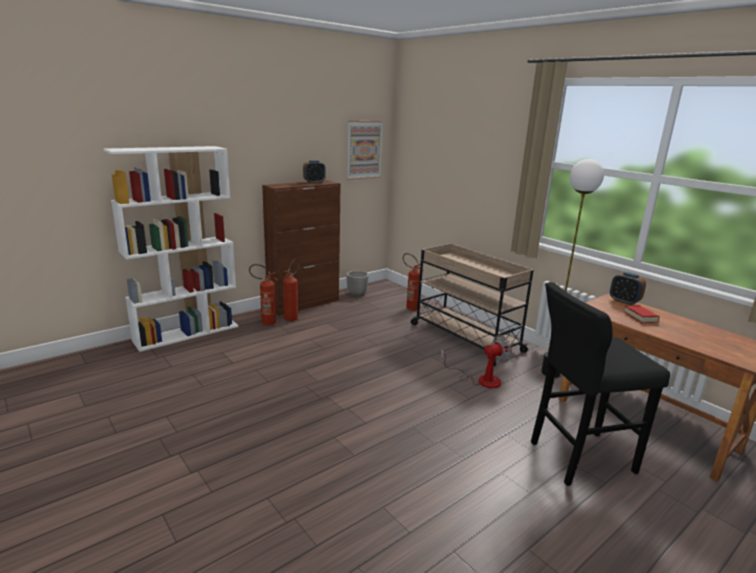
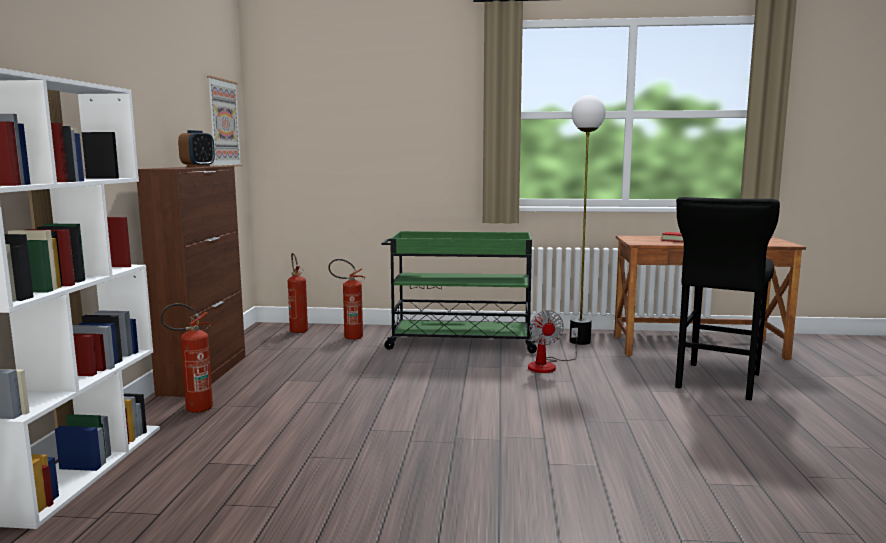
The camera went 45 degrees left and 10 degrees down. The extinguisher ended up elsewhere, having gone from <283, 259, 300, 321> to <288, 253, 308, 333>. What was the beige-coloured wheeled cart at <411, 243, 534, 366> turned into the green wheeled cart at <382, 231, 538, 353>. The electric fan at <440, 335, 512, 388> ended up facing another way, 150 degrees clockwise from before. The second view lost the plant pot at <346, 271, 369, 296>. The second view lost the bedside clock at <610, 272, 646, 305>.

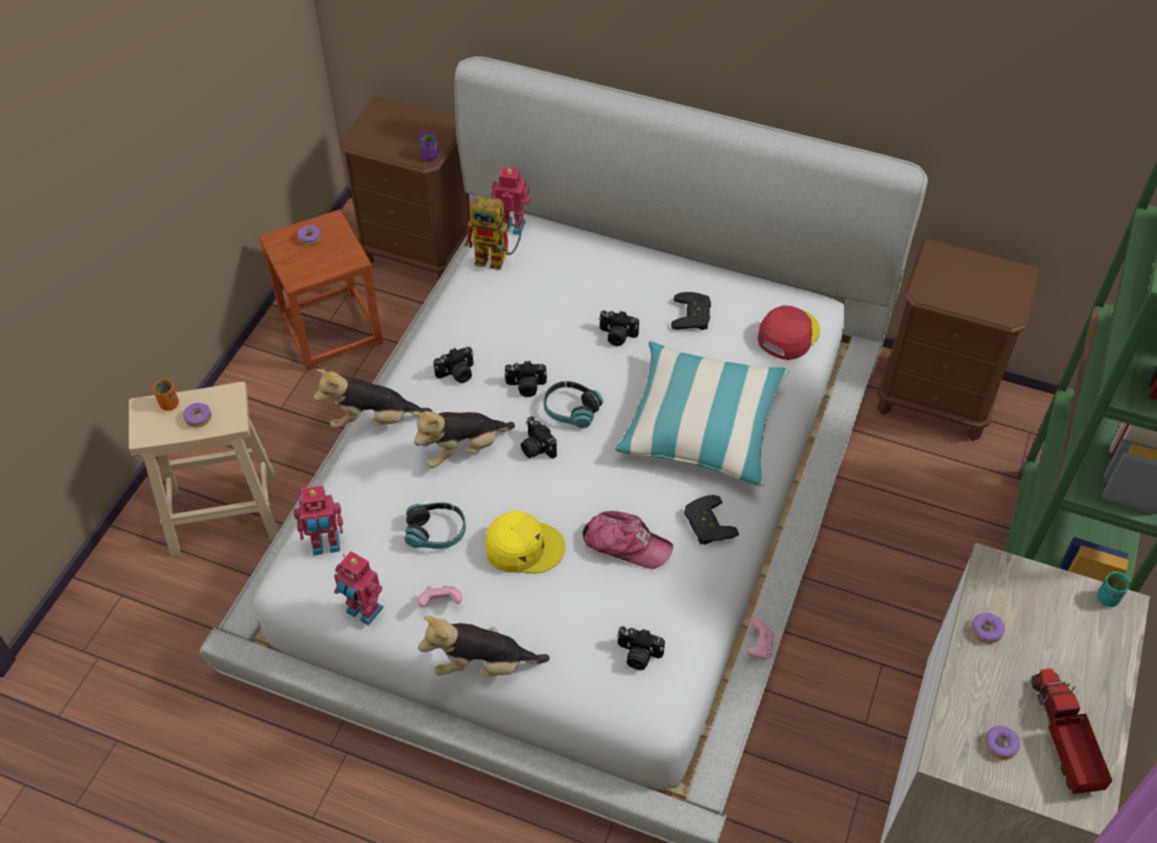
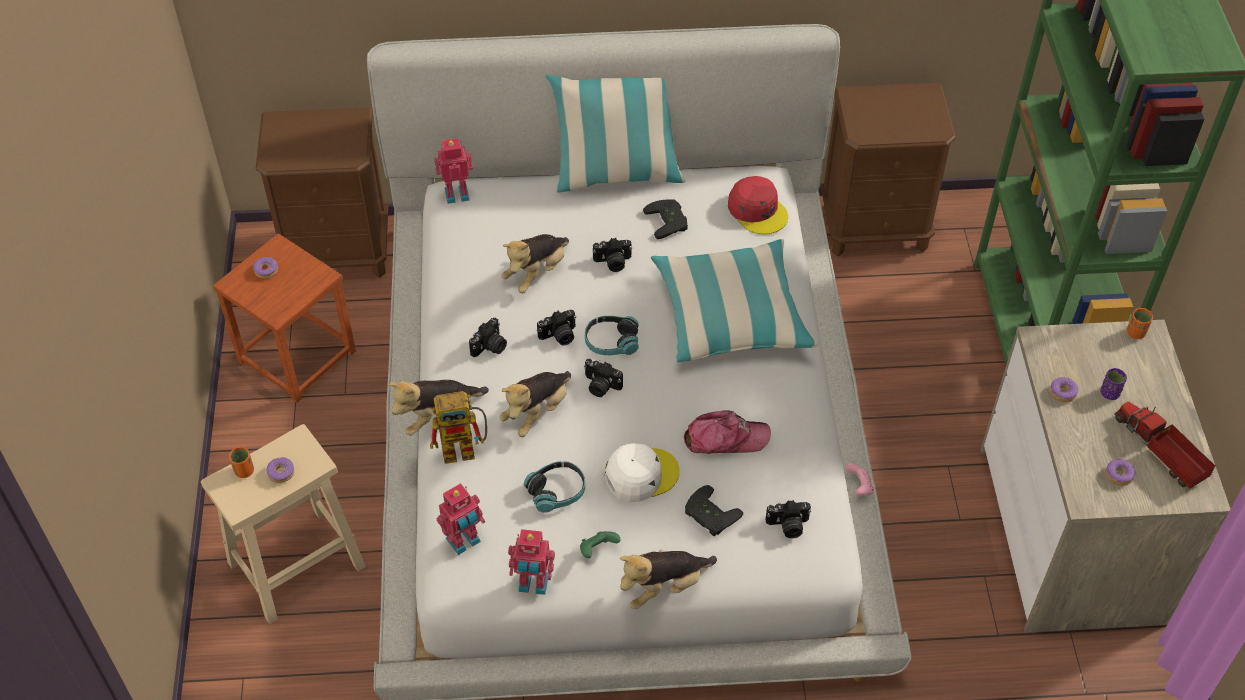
The camera went 25 degrees left and 0 degrees up. The toy robot ended up elsewhere, having gone from <465, 195, 521, 270> to <430, 391, 487, 464>. The second view gained the cuddly toy at <501, 234, 569, 294>. The second view gained the throw pillow at <545, 74, 685, 193>. What was the pinkish gamepad at <418, 585, 462, 607> turned into the green gamepad at <580, 531, 620, 558>. What was the yellowish cap at <486, 511, 565, 574> turned into the white cap at <605, 443, 680, 502>. The blackish gamepad ended up elsewhere, having gone from <684, 495, 739, 545> to <685, 485, 743, 536>. The red-coloured cap at <758, 305, 820, 360> ended up facing another way, 135 degrees clockwise from before. The purplish small cup ended up elsewhere, having gone from <420, 132, 439, 161> to <1100, 368, 1127, 400>. What was the turquoise small cup at <1097, 572, 1130, 607> turned into the orange-coloured small cup at <1127, 308, 1153, 339>.

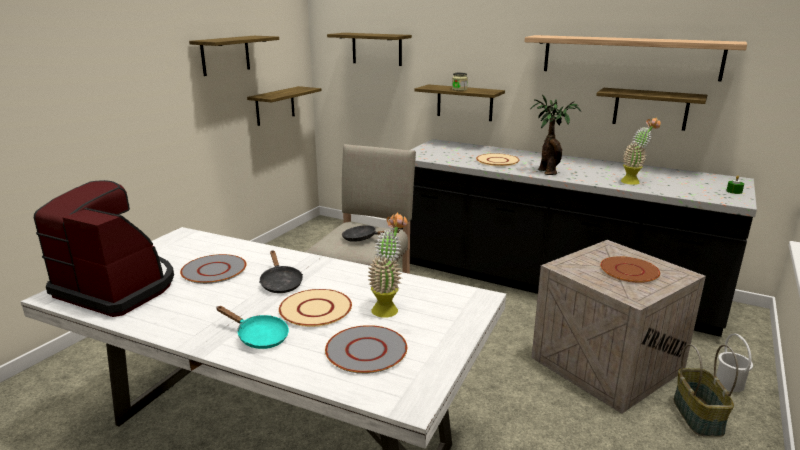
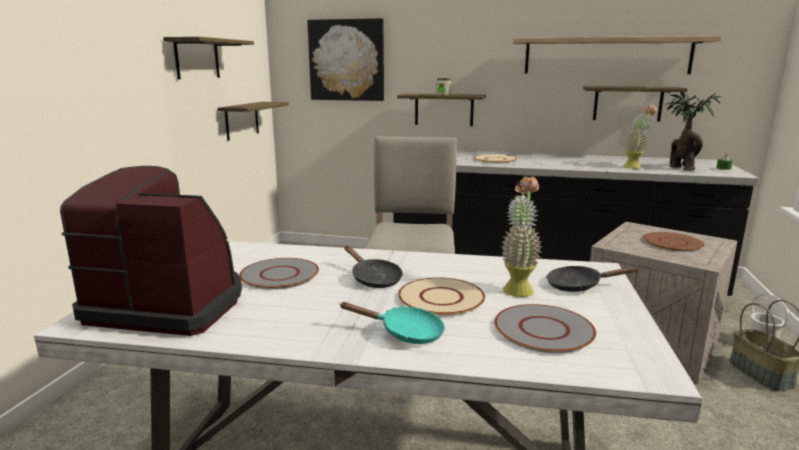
The camera went 15 degrees left and 5 degrees down. Where the bracket shelf hung at <327, 33, 412, 66>, the wall picture came to hang at <307, 18, 384, 101>. The blackish skillet ended up elsewhere, having gone from <342, 225, 399, 242> to <546, 266, 640, 292>. The potted plant ended up elsewhere, having gone from <530, 95, 581, 175> to <665, 89, 721, 170>.

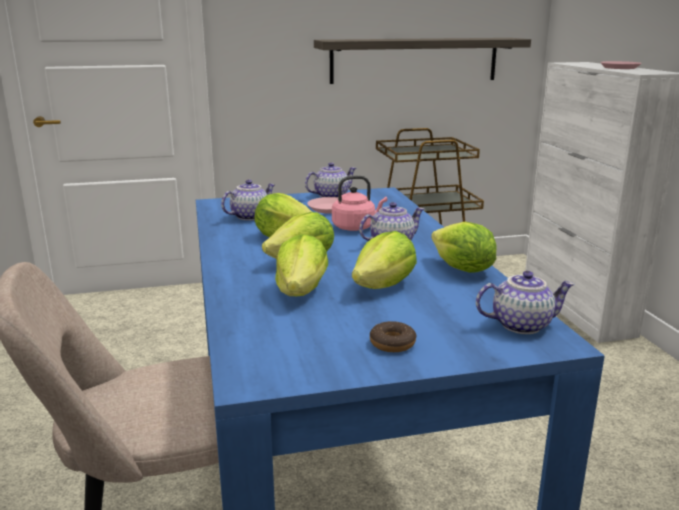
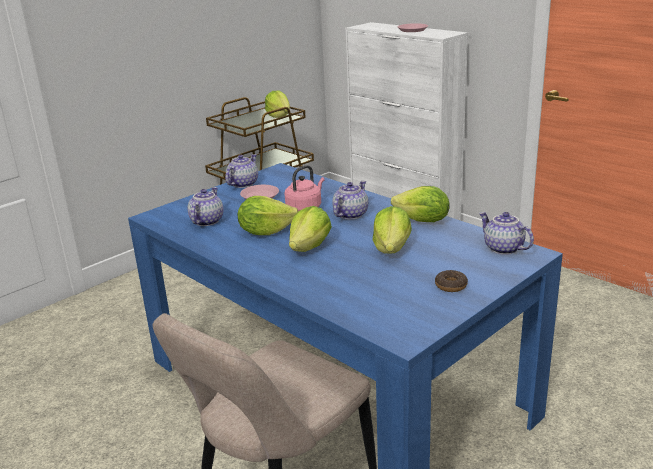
The camera went 30 degrees left and 5 degrees up. The lettuce head ended up elsewhere, having gone from <275, 234, 328, 296> to <265, 91, 290, 118>. The teapot at <476, 271, 575, 334> ended up facing another way, 90 degrees counterclockwise from before. The second view lost the bracket shelf at <314, 38, 531, 84>.

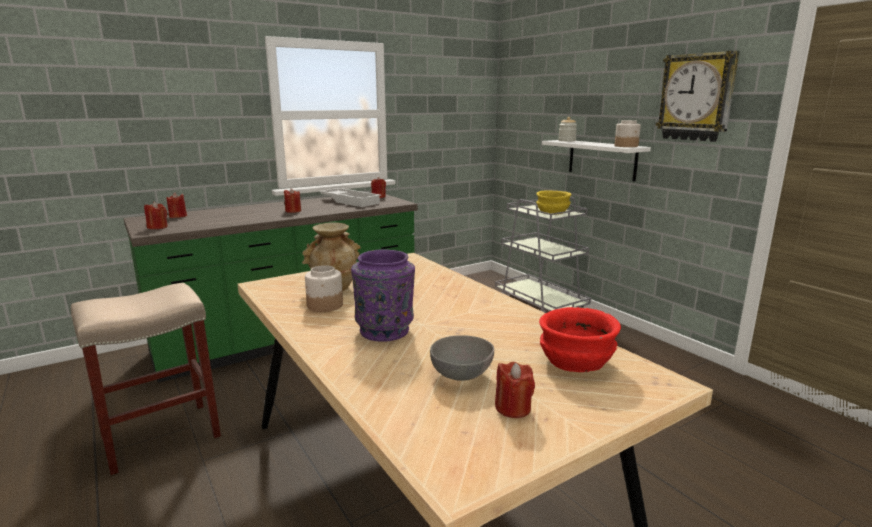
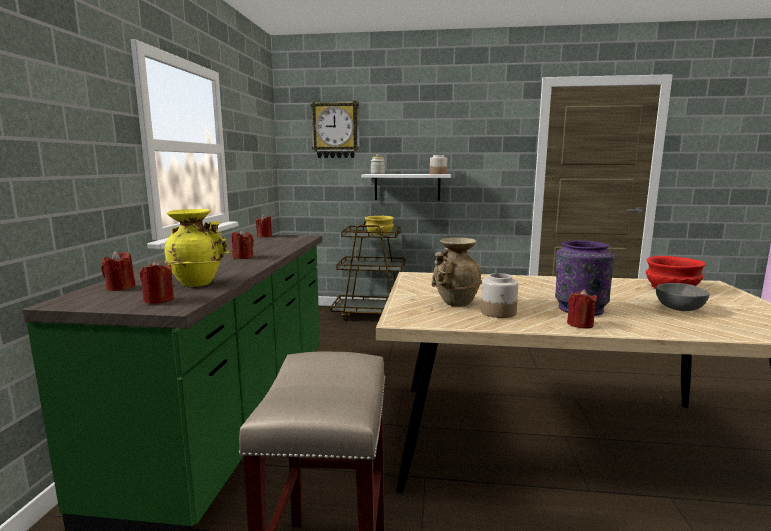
The camera went 50 degrees left and 5 degrees down. The second view gained the yellowish decorative vase at <165, 209, 229, 287>. The hanging clock ended up elsewhere, having gone from <655, 51, 740, 142> to <311, 101, 360, 158>. What was the gray wheeled cart at <495, 197, 591, 313> turned into the brown-coloured wheeled cart at <331, 220, 405, 321>. The red-coloured wax candle ended up elsewhere, having gone from <495, 362, 535, 418> to <567, 289, 597, 329>. The second view lost the white tray at <319, 188, 381, 207>.

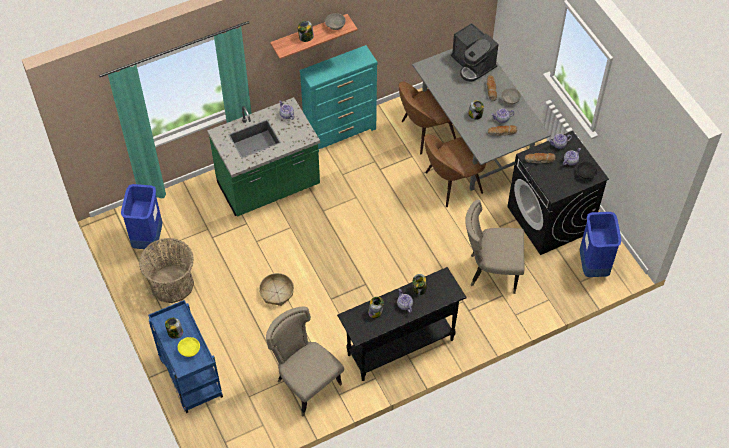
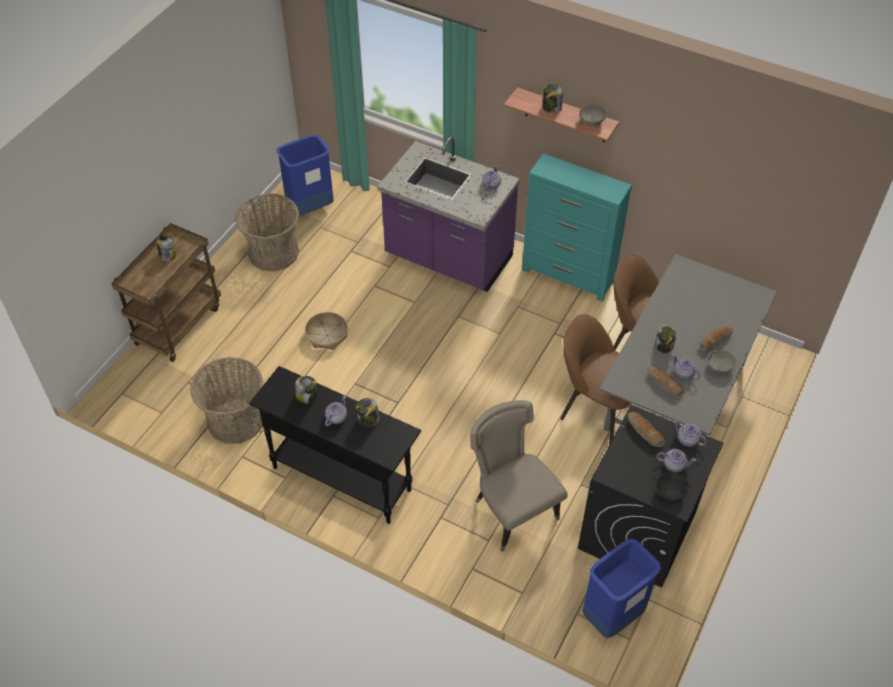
The camera went 55 degrees right and 5 degrees down. What was the blue-coloured wheeled cart at <148, 300, 223, 413> turned into the brown-coloured wheeled cart at <111, 223, 221, 362>. Where the beige-coloured upright chair stood at <266, 307, 344, 417>, the basket came to stand at <190, 357, 263, 444>. What was the green kitchen counter at <207, 97, 320, 217> turned into the purplish kitchen counter at <377, 137, 520, 292>. The second view lost the yellowish bowl at <178, 337, 200, 357>. The second view lost the coffee maker at <451, 23, 498, 82>.

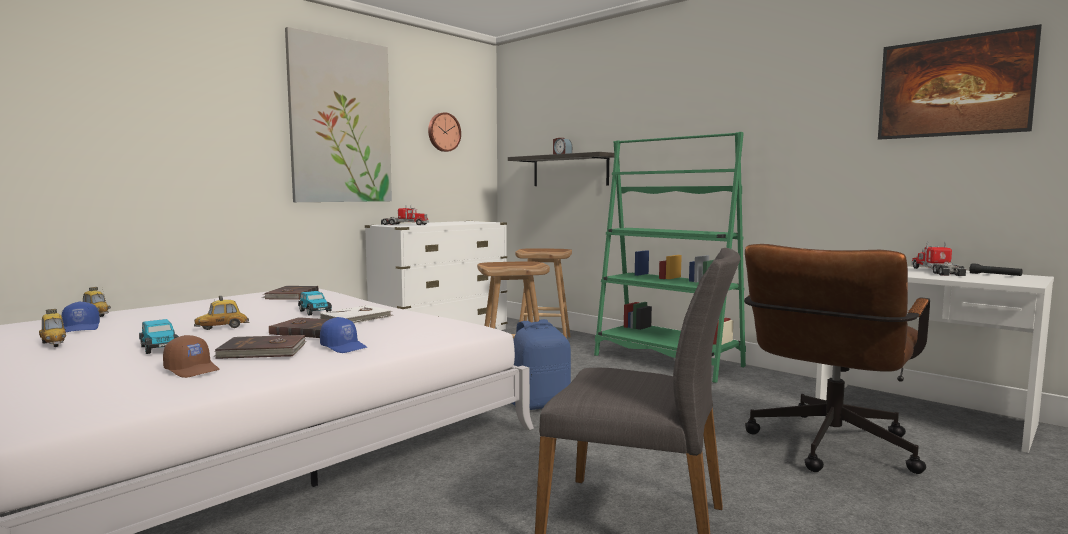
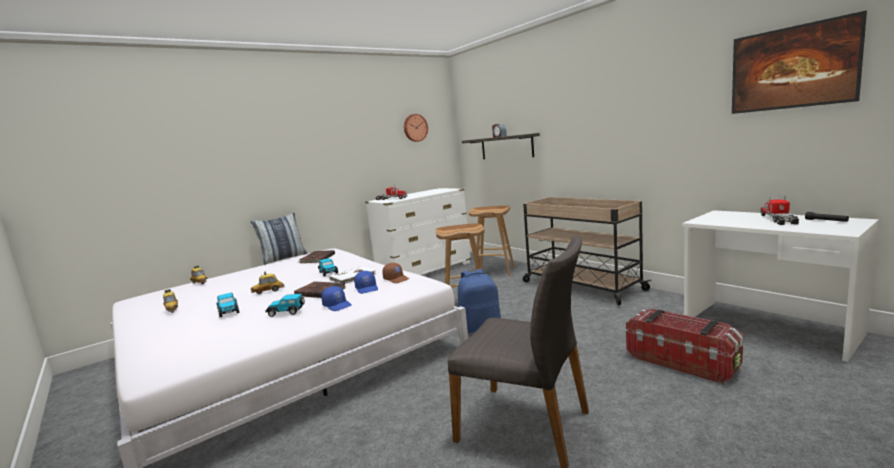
The camera went 10 degrees right and 5 degrees up. The second view gained the throw pillow at <251, 212, 307, 265>. Where the brown-coloured volume stood at <215, 335, 307, 359>, the miniature car came to stand at <265, 294, 305, 317>. The blue-coloured cap ended up elsewhere, having gone from <61, 301, 100, 332> to <354, 271, 378, 294>. The brown-coloured cap ended up elsewhere, having gone from <163, 335, 220, 378> to <383, 263, 409, 283>. Where the green bookcase stood at <594, 132, 746, 383>, the beige-coloured wheeled cart came to stand at <523, 197, 652, 305>. Where the brown-coloured computer chair stood at <744, 244, 930, 474>, the storage bin came to stand at <626, 309, 743, 384>. The second view lost the wall picture at <285, 27, 392, 202>.

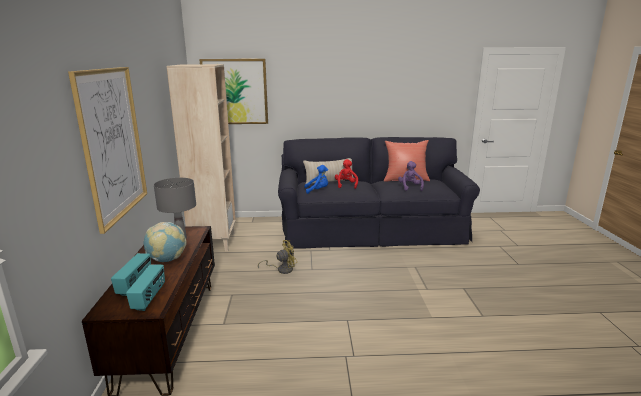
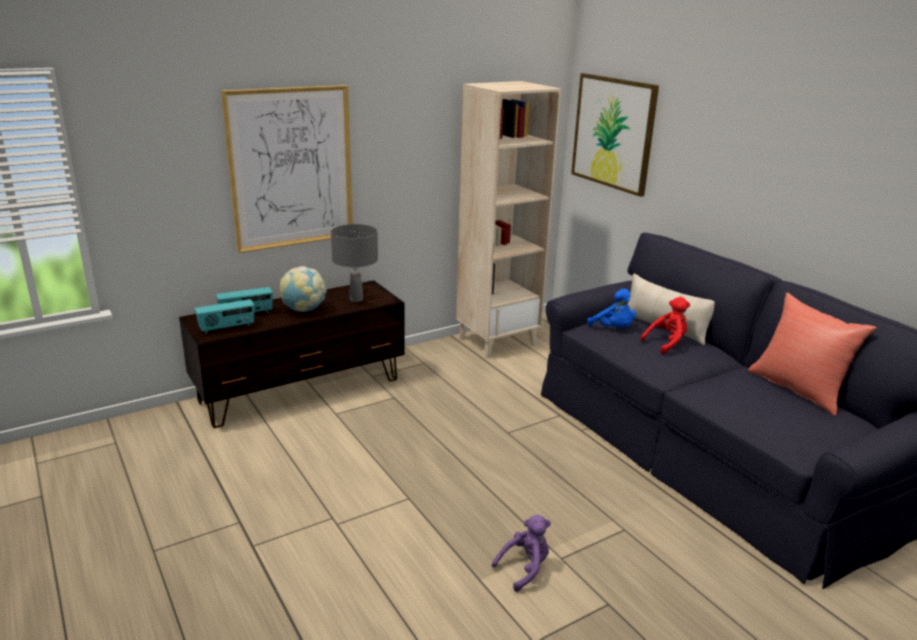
The camera went 60 degrees right and 5 degrees up. The purplish cuddly toy ended up elsewhere, having gone from <398, 161, 424, 191> to <491, 515, 551, 592>. The second view lost the yellowish electric fan at <258, 240, 297, 274>.

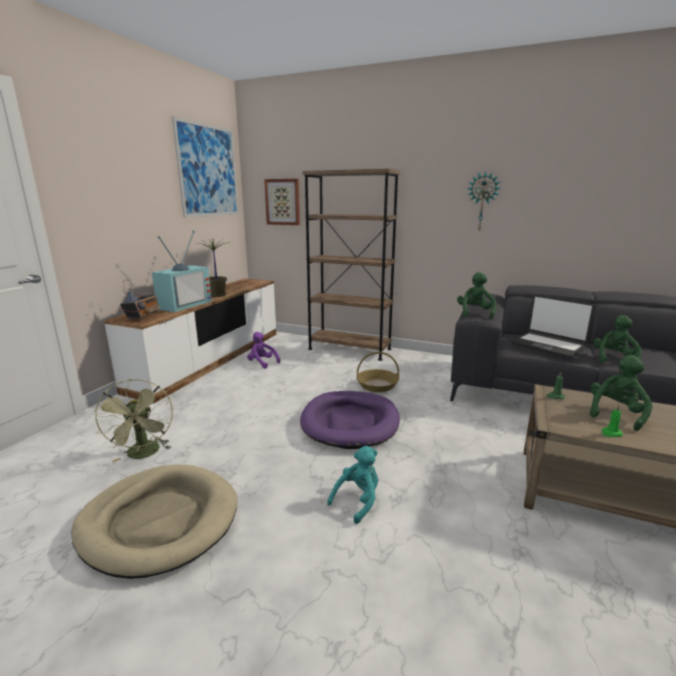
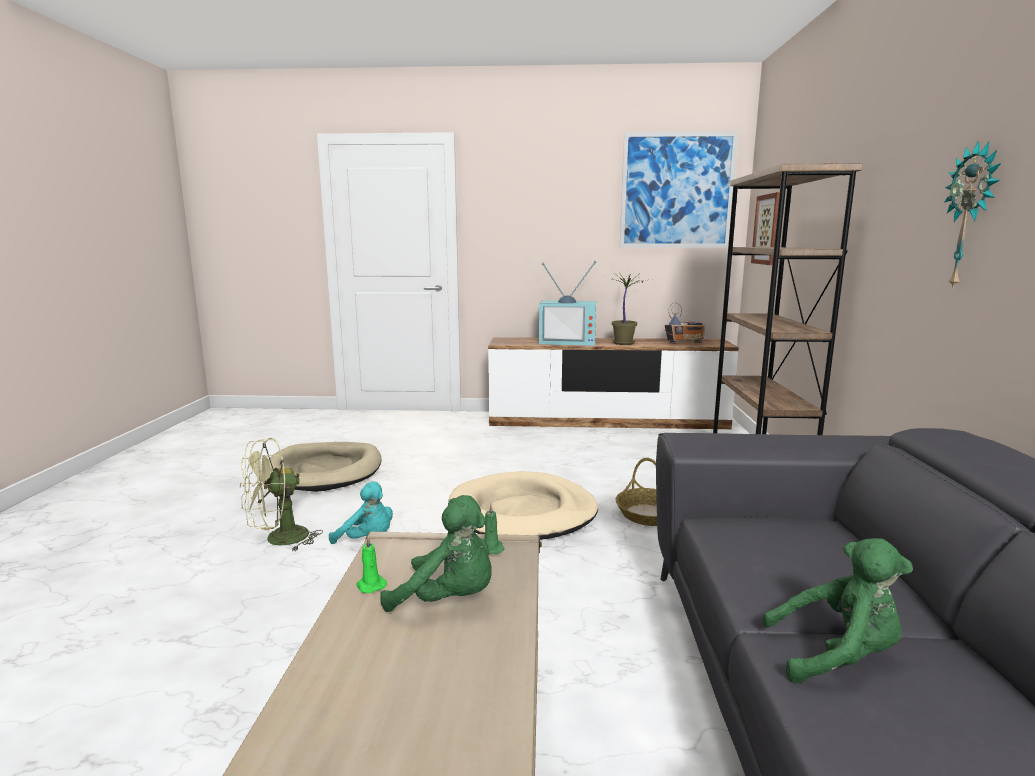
The camera went 70 degrees right and 5 degrees down. The green electric fan ended up elsewhere, having gone from <93, 379, 173, 462> to <239, 438, 323, 552>. What was the purplish dog cushion at <300, 391, 400, 449> turned into the beige-coloured dog cushion at <449, 471, 598, 540>. The radio ended up elsewhere, having gone from <120, 279, 160, 320> to <665, 302, 705, 343>. The second view lost the purplish cuddly toy at <247, 332, 281, 369>. The second view lost the green cuddly toy at <457, 272, 497, 319>. The second view lost the laptop at <511, 295, 595, 358>.

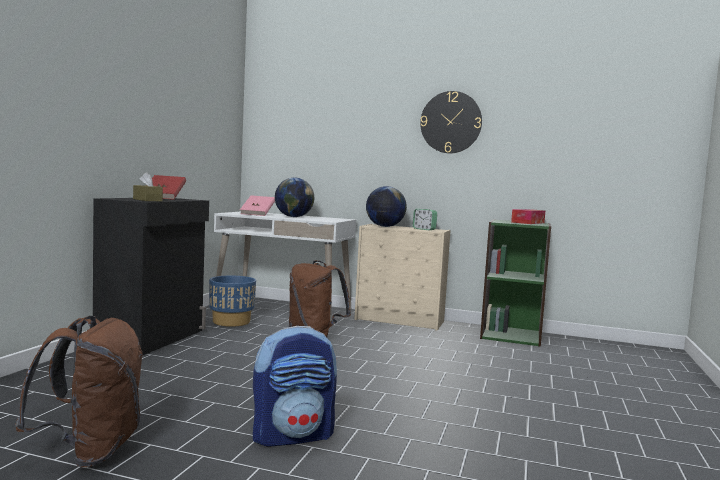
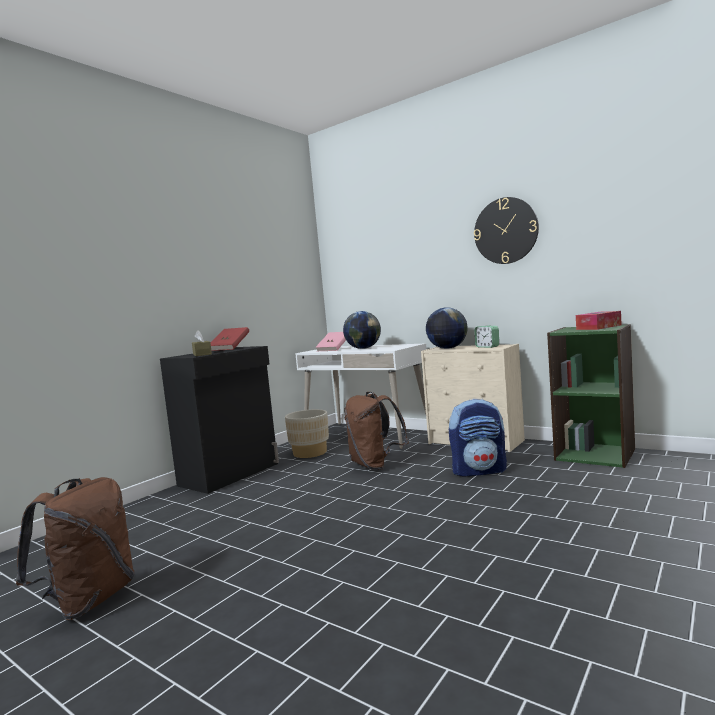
The camera went 20 degrees right and 0 degrees up. What was the blue-coloured plant pot at <209, 276, 256, 327> turned into the beige-coloured plant pot at <285, 409, 329, 458>. The backpack ended up elsewhere, having gone from <253, 326, 337, 447> to <449, 399, 507, 477>.

